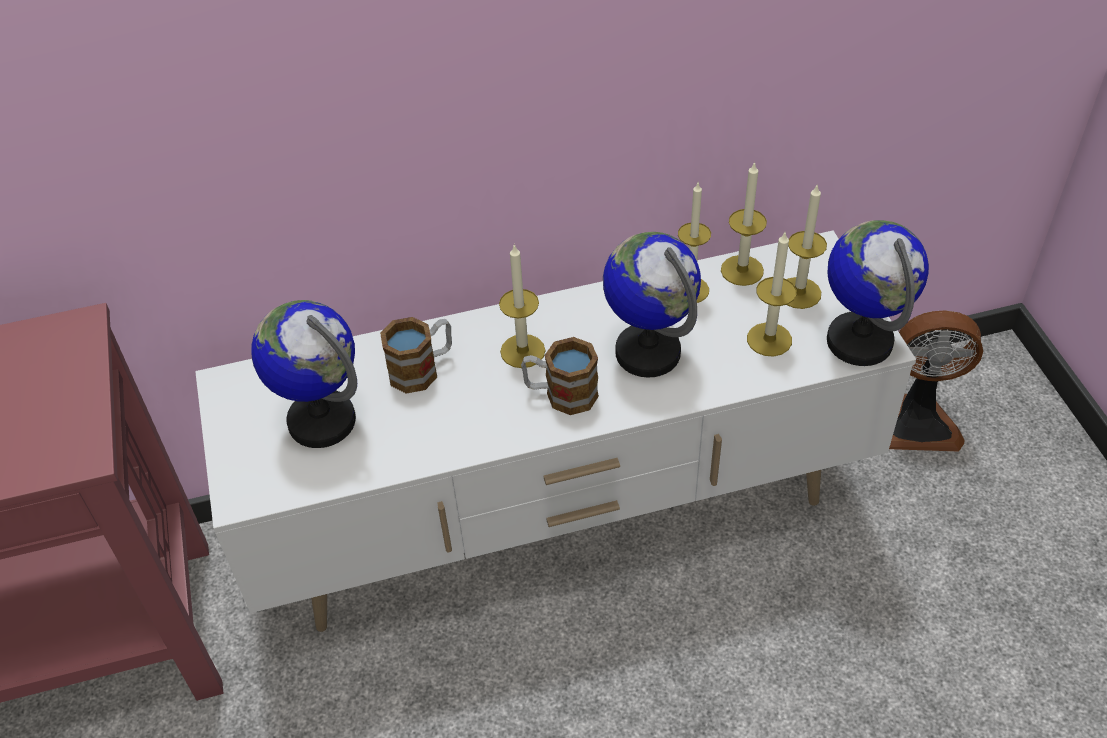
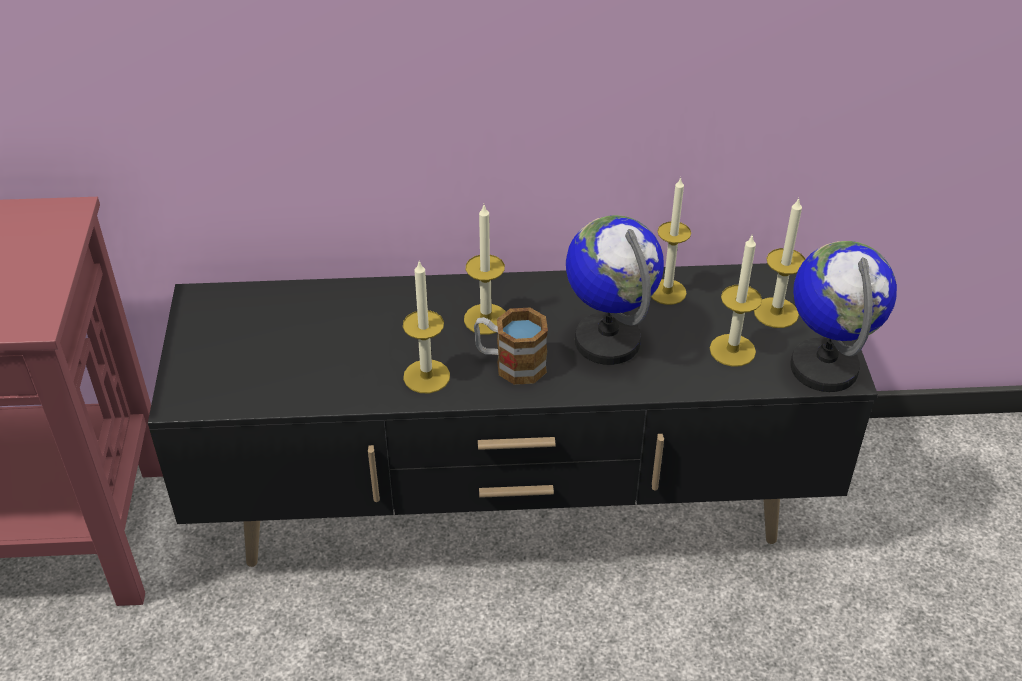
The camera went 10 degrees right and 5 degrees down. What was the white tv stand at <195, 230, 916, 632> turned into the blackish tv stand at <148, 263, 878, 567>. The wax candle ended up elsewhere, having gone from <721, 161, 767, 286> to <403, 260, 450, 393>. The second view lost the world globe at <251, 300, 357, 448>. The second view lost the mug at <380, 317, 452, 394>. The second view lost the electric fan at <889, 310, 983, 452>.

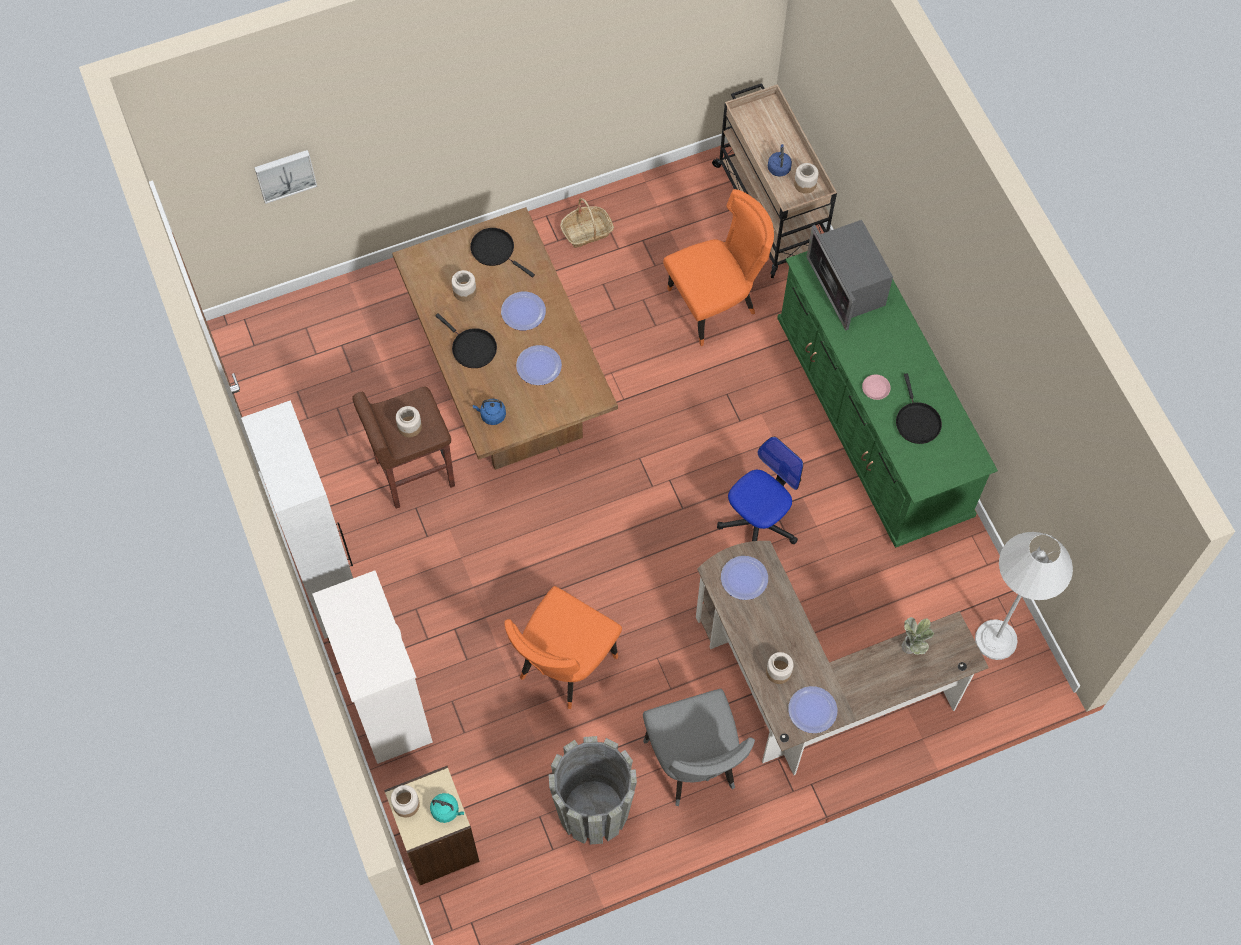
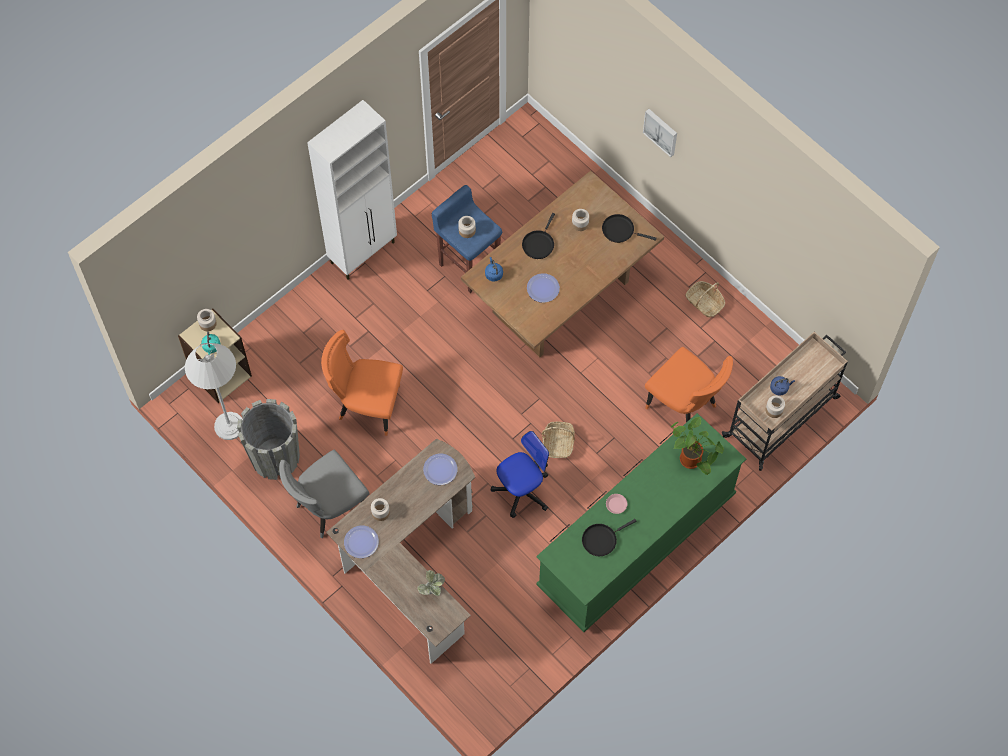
The camera went 70 degrees right and 0 degrees up. The white floor lamp ended up elsewhere, having gone from <975, 532, 1073, 660> to <185, 343, 243, 440>. What was the brown-coloured stool seat at <352, 387, 455, 509> turned into the blue-coloured stool seat at <431, 185, 502, 293>. The computer chair at <717, 437, 803, 544> ended up facing another way, 60 degrees counterclockwise from before. The second view gained the basket at <542, 422, 575, 458>. The blackish skillet at <470, 228, 535, 278> ended up facing another way, 90 degrees counterclockwise from before. The wall picture ended up elsewhere, having gone from <254, 150, 317, 204> to <643, 109, 677, 157>. Where the microwave stood at <806, 220, 893, 331>, the potted plant came to stand at <671, 417, 724, 475>. The second view lost the white dresser at <312, 571, 433, 764>. The second view lost the plate at <501, 292, 546, 330>.

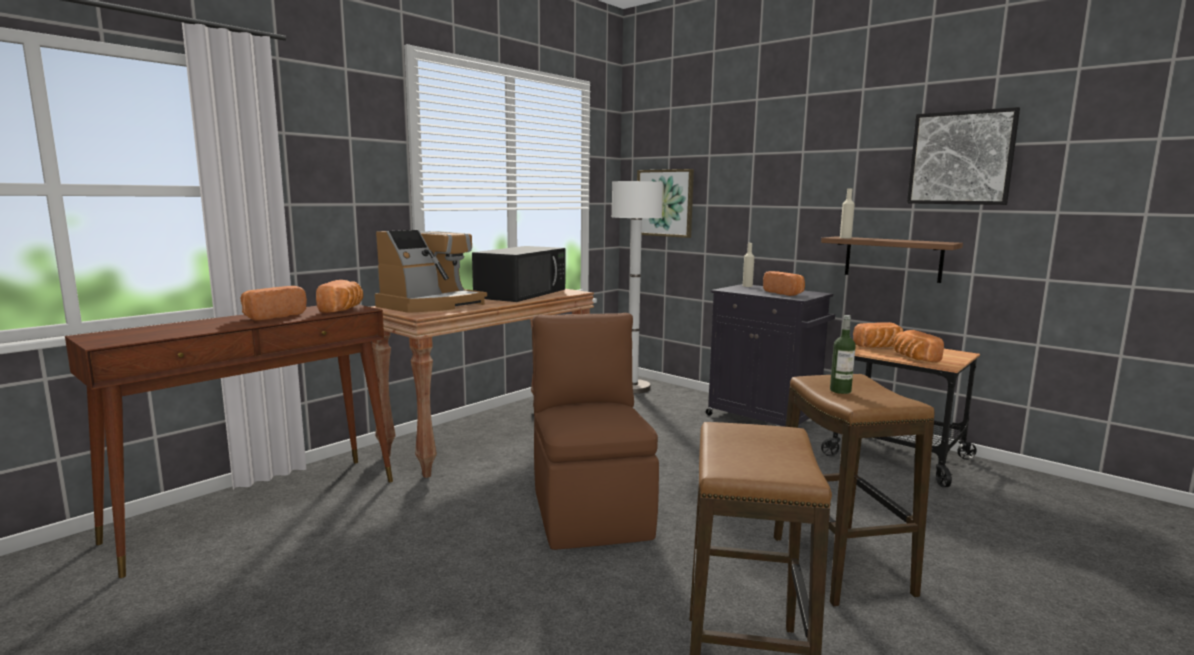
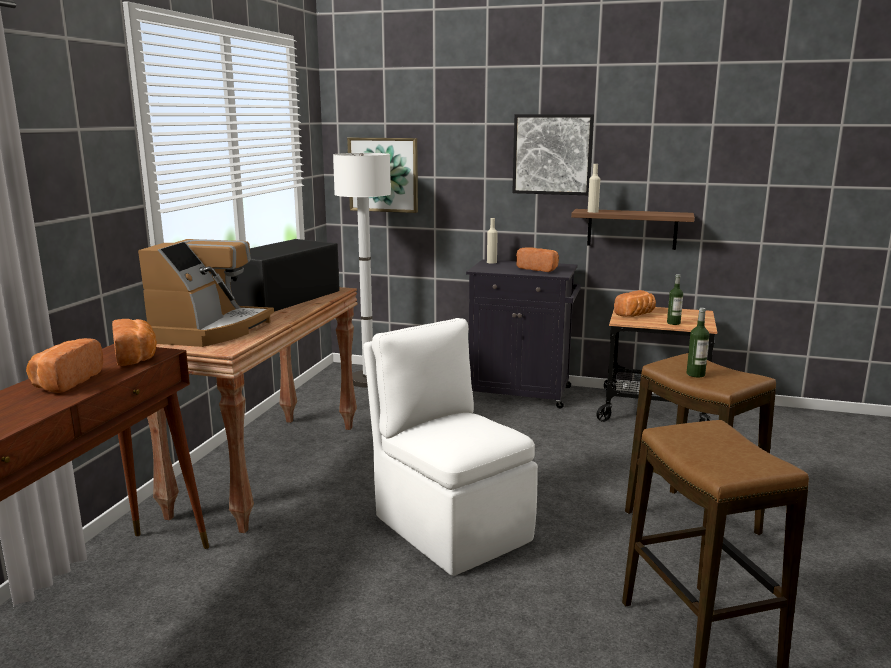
The camera went 25 degrees left and 5 degrees up. The blackish microwave at <472, 246, 565, 302> ended up facing another way, 150 degrees counterclockwise from before. What was the brown-coloured upright chair at <532, 313, 659, 550> turned into the white upright chair at <363, 318, 538, 576>. The wall picture ended up elsewhere, having gone from <907, 107, 1020, 205> to <512, 114, 594, 195>. Where the bread stood at <893, 330, 944, 363>, the drink bottle came to stand at <667, 274, 683, 325>.

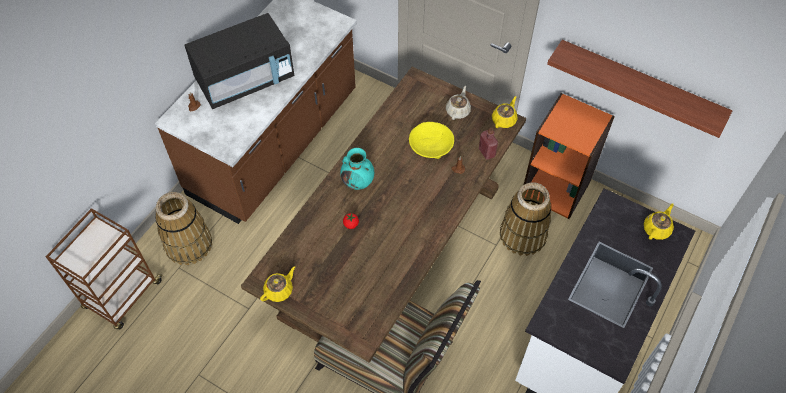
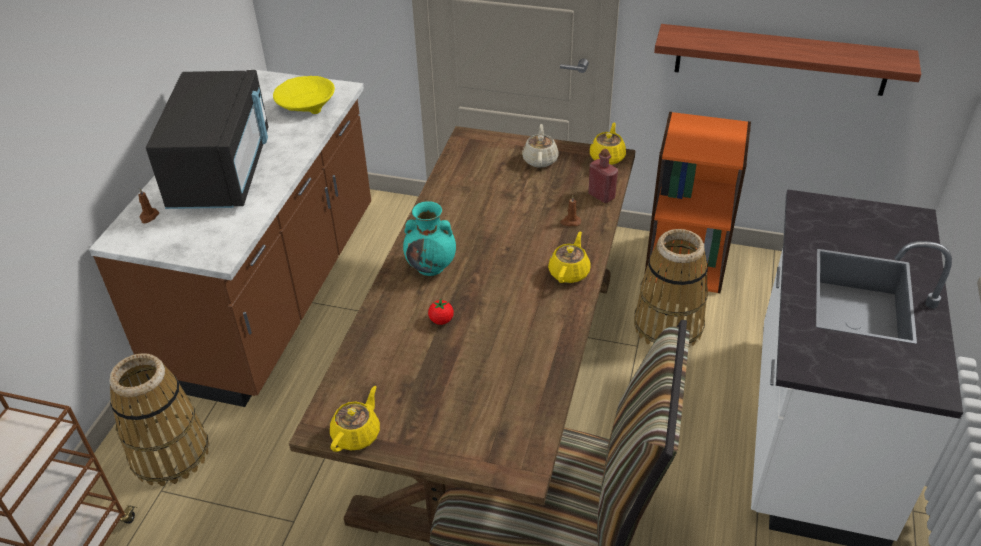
The camera went 15 degrees left and 15 degrees down. The blackish microwave at <185, 13, 295, 109> ended up facing another way, 45 degrees counterclockwise from before. The yellowish bowl ended up elsewhere, having gone from <409, 122, 454, 159> to <273, 76, 335, 114>. The yellowish teapot ended up elsewhere, having gone from <644, 203, 674, 240> to <548, 231, 591, 283>.

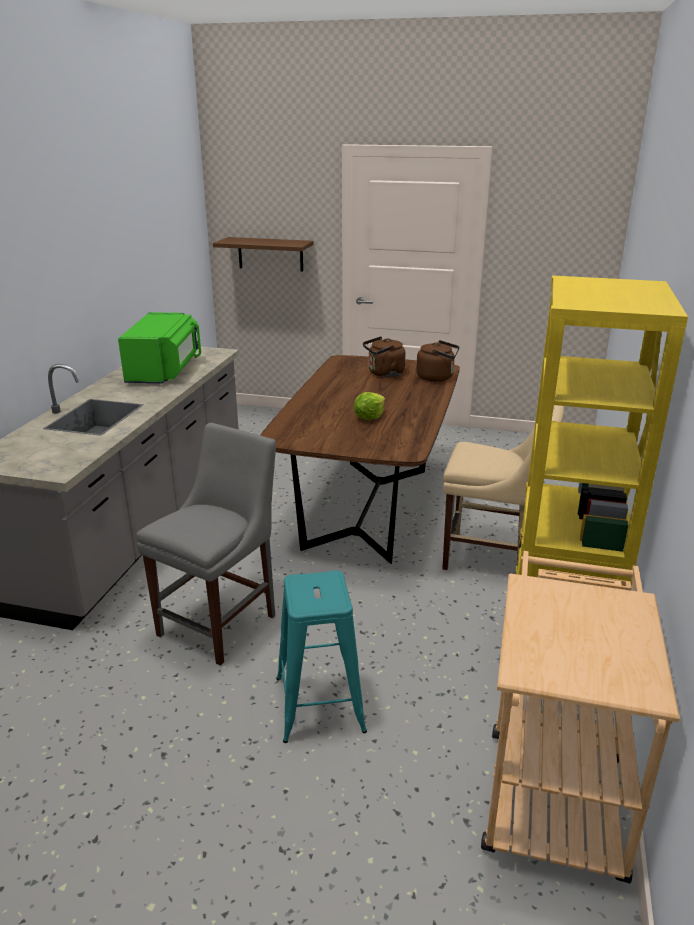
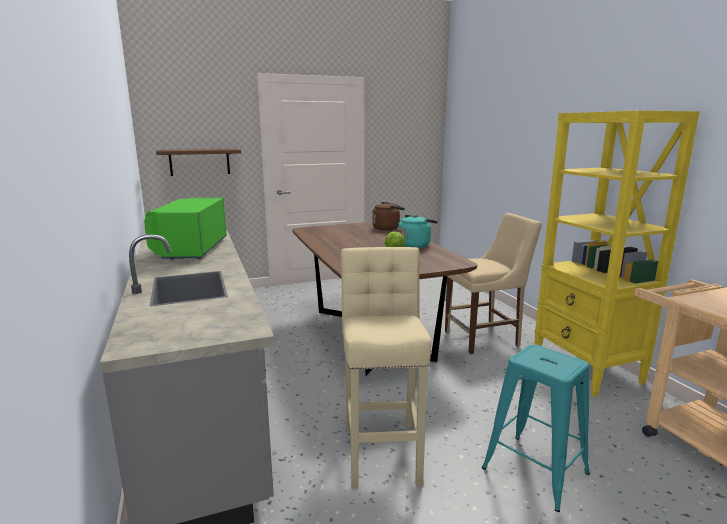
The camera went 35 degrees left and 10 degrees down. The green microwave at <118, 312, 201, 383> ended up facing another way, 150 degrees counterclockwise from before. Where the gray upright chair stood at <136, 423, 276, 666>, the beige-coloured stool seat came to stand at <341, 247, 431, 489>. The second view gained the turquoise water kettle at <398, 215, 438, 248>. The second view lost the brown-coloured water kettle at <363, 336, 406, 377>.

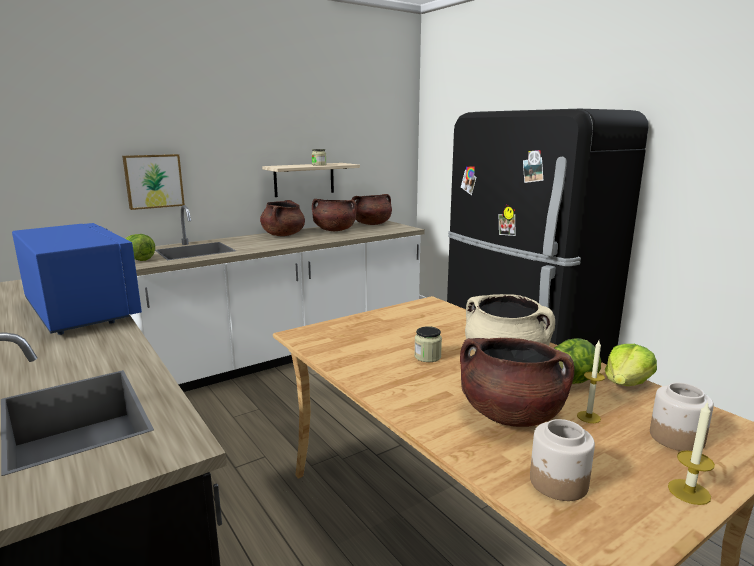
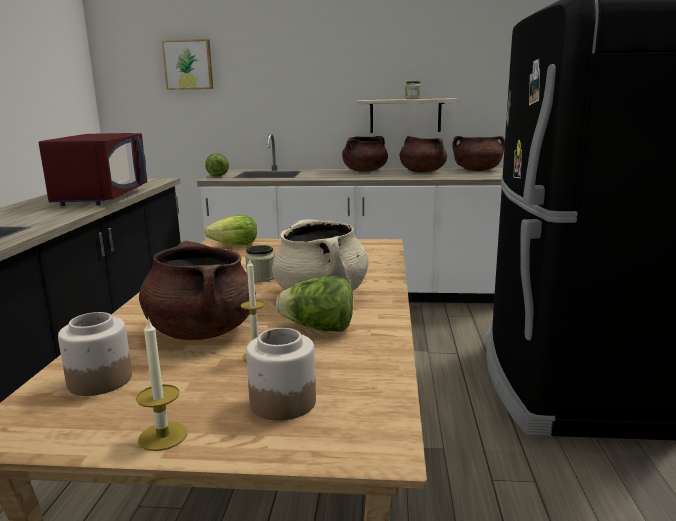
The camera went 40 degrees right and 0 degrees up. What was the blue-coloured microwave at <12, 223, 142, 335> turned into the red-coloured microwave at <39, 133, 147, 206>. The wall picture ended up elsewhere, having gone from <122, 154, 185, 210> to <162, 39, 213, 90>. The lettuce head ended up elsewhere, having gone from <605, 344, 657, 386> to <205, 215, 257, 245>.

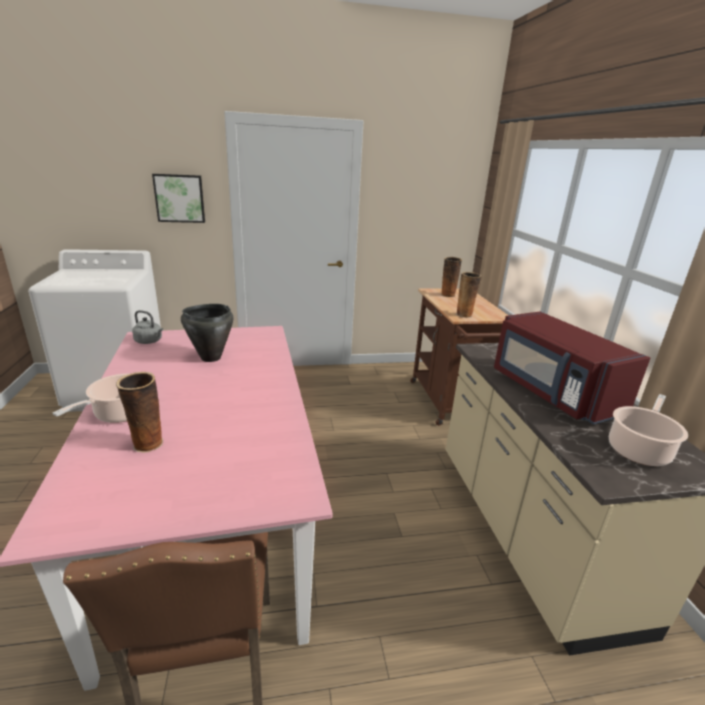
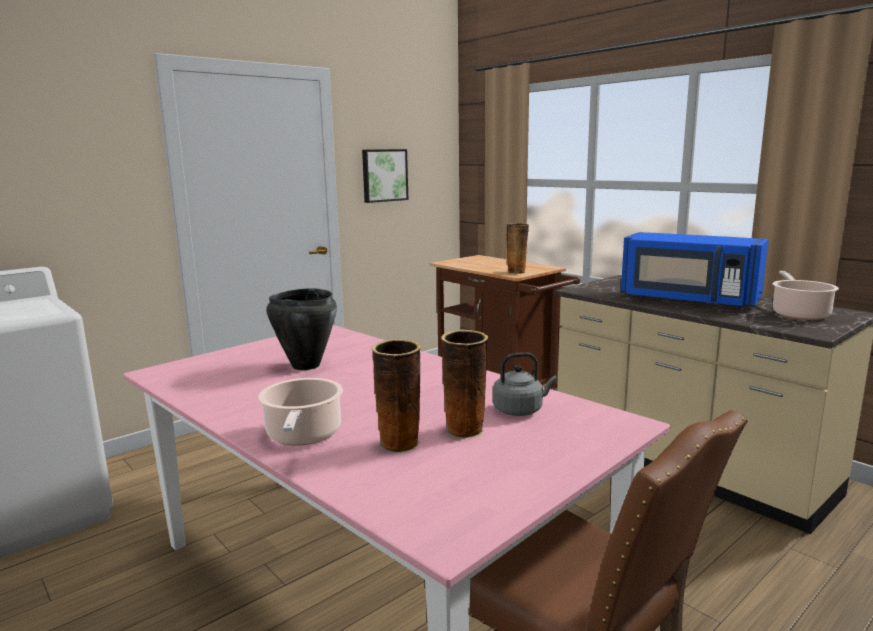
The camera went 30 degrees left and 10 degrees down. The wall picture ended up elsewhere, having gone from <152, 174, 205, 223> to <362, 149, 408, 203>. The decorative vase ended up elsewhere, having gone from <441, 257, 462, 297> to <441, 329, 488, 439>. The gray water kettle ended up elsewhere, having gone from <132, 310, 163, 344> to <493, 352, 557, 416>. What was the red-coloured microwave at <494, 312, 650, 425> turned into the blue-coloured microwave at <621, 232, 769, 309>.

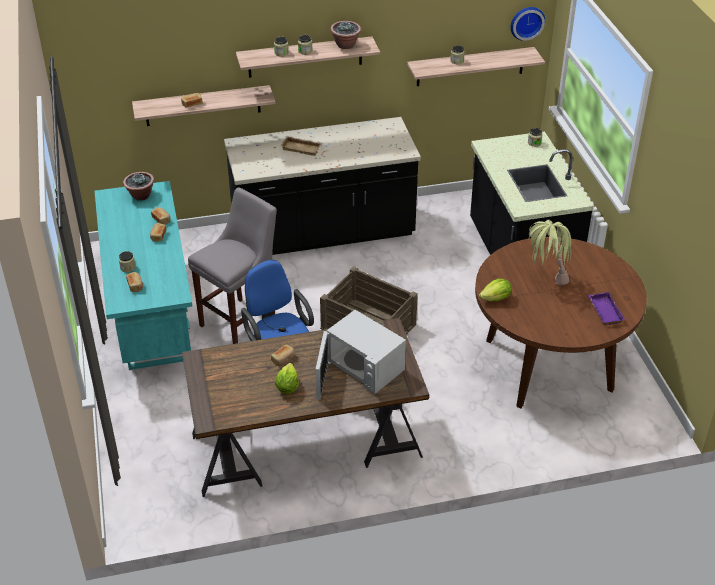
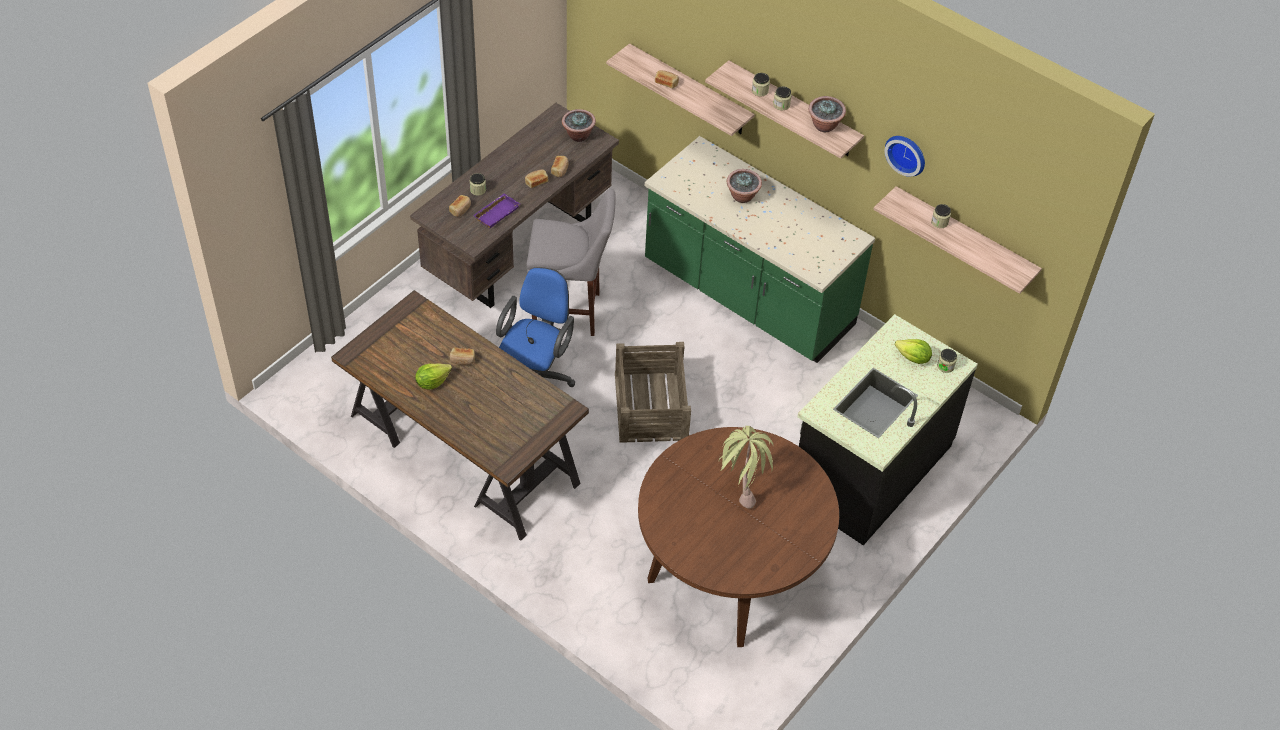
The camera went 50 degrees right and 10 degrees up. What was the turquoise desk at <94, 181, 192, 370> turned into the brown-coloured desk at <410, 103, 619, 308>. The purplish tray ended up elsewhere, having gone from <588, 292, 625, 325> to <473, 194, 520, 228>. What was the blackish kitchen counter at <224, 117, 421, 255> turned into the green kitchen counter at <645, 136, 875, 363>. Where the beige-coloured tray stood at <281, 136, 322, 156>, the potted plant came to stand at <727, 169, 762, 203>. The hanging clock ended up elsewhere, having gone from <511, 7, 545, 41> to <885, 136, 925, 177>. The lettuce head ended up elsewhere, having gone from <479, 279, 512, 301> to <895, 339, 932, 364>. The second view lost the white microwave at <315, 310, 406, 400>.

